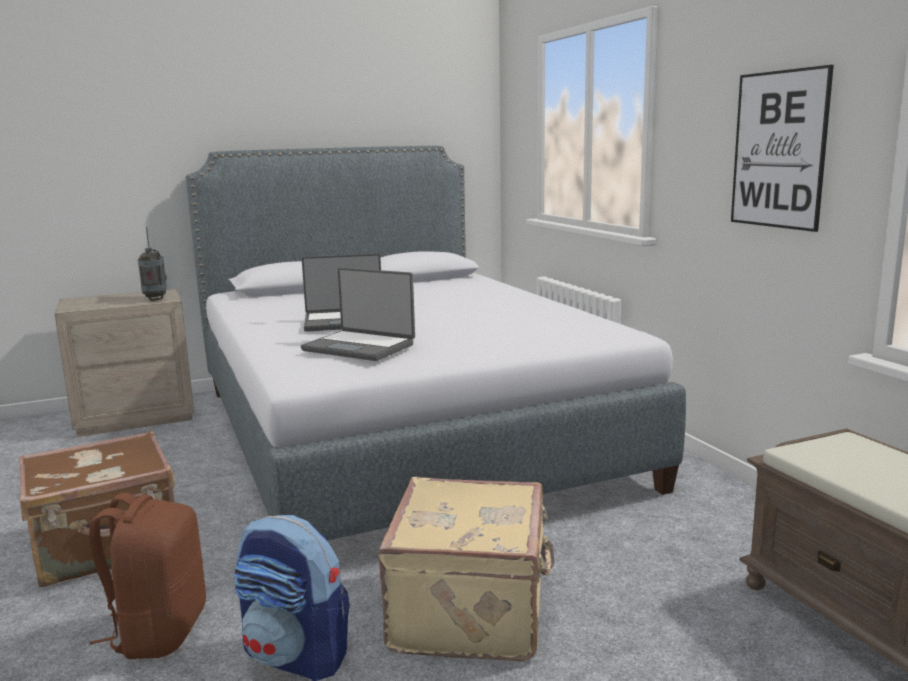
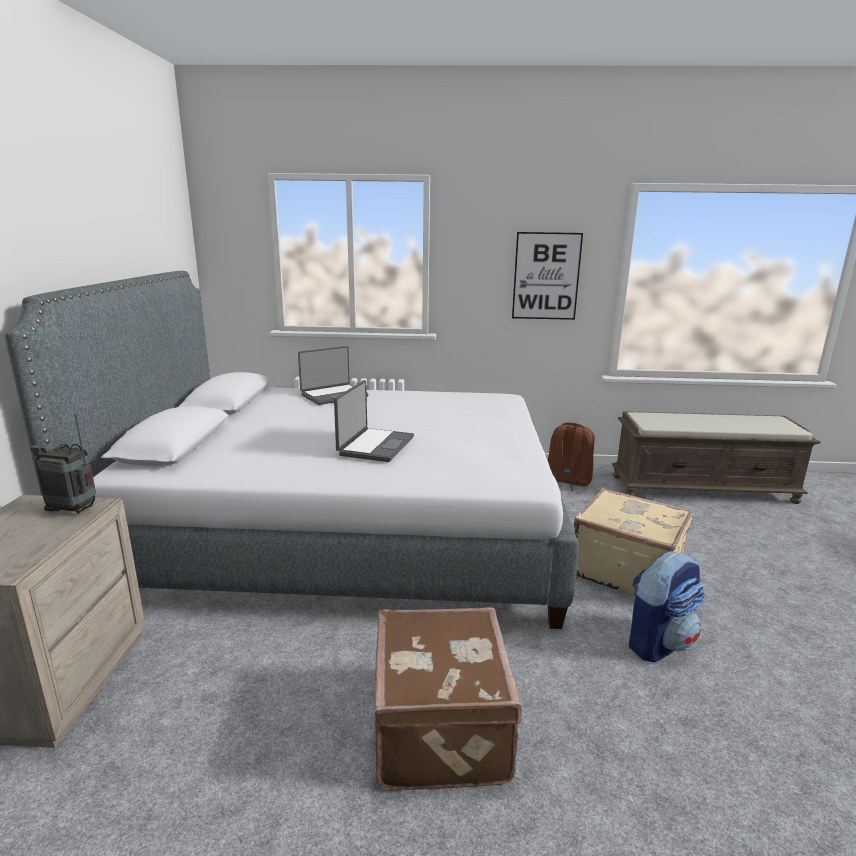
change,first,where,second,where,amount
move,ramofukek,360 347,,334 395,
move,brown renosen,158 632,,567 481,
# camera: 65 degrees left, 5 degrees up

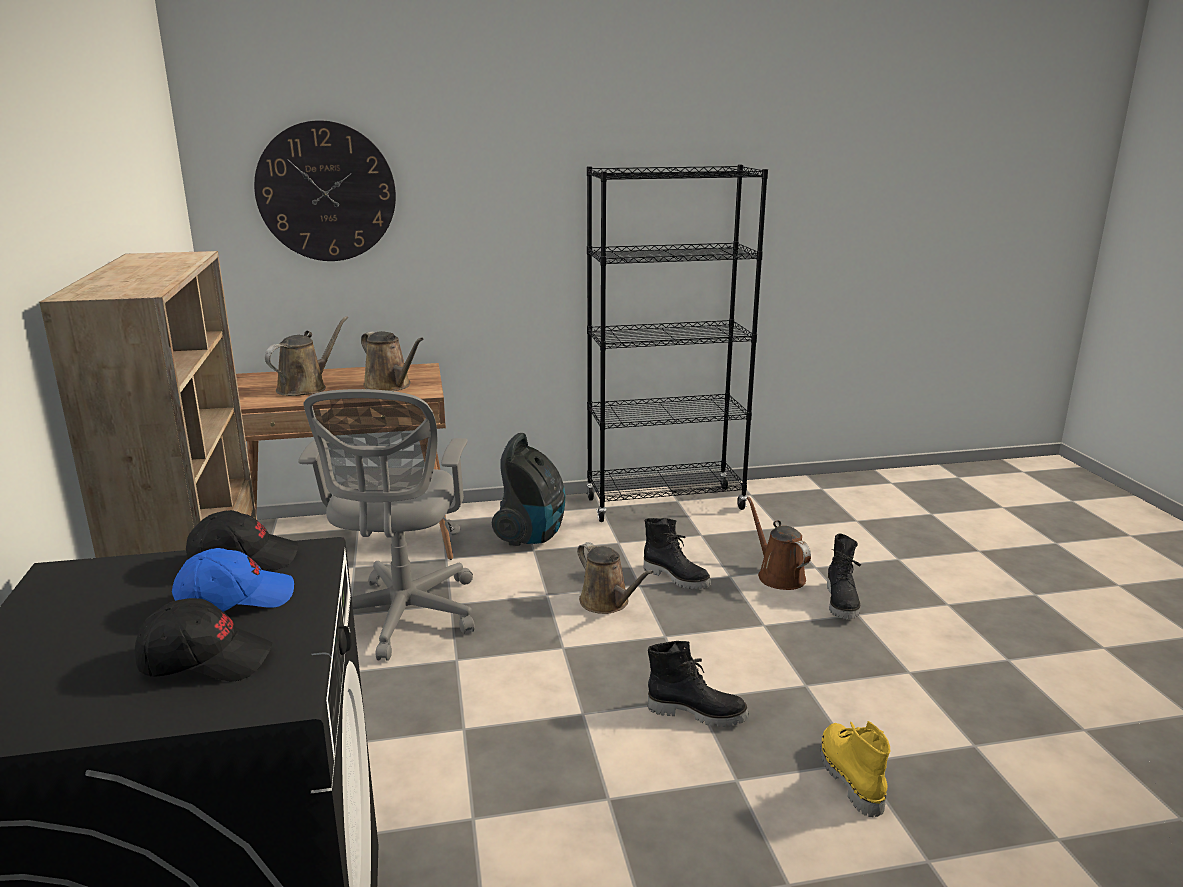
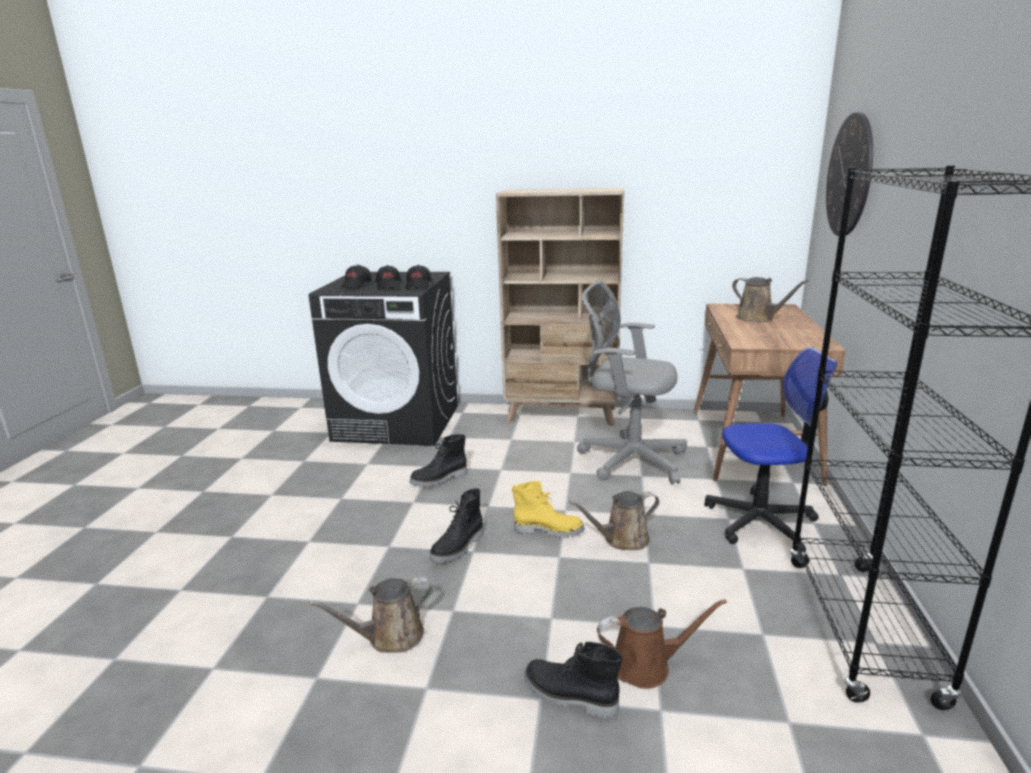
change,first,where,second,where,amount
move,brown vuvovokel,390 386,,390 637,
replace,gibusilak,532 535,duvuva,761 522,
move,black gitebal,677 577,,439 480,
recolor,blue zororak,235 600,black zororak,389 286,
move,yellow gitebal,849 777,,548 530,
# camera: 110 degrees right, 0 degrees up

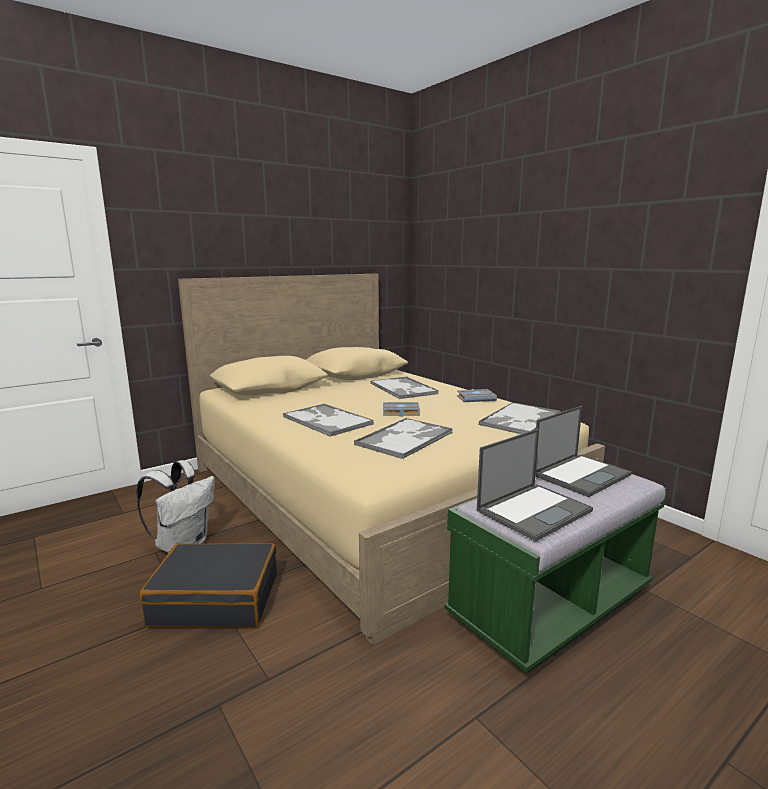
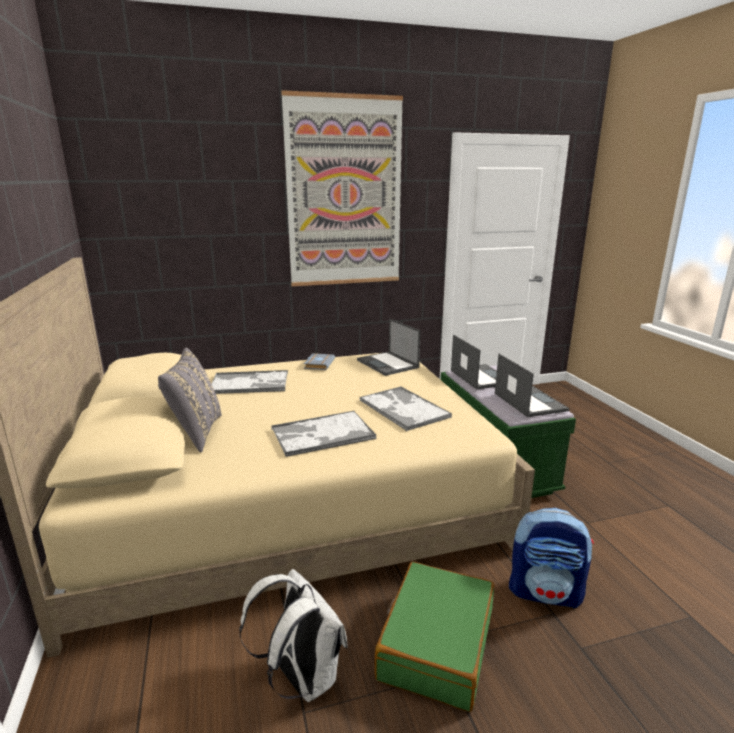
change,first,where,second,where,amount
delete,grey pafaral,400 412,,,
replace,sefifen,520 420,ramofukek,388 364,
recolor,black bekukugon,216 599,green bekukugon,435 644,
insert,,,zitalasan,344 193,
insert,,,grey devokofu,196 433,
insert,,,renosen,545 592,
# camera: 70 degrees left, 5 degrees up

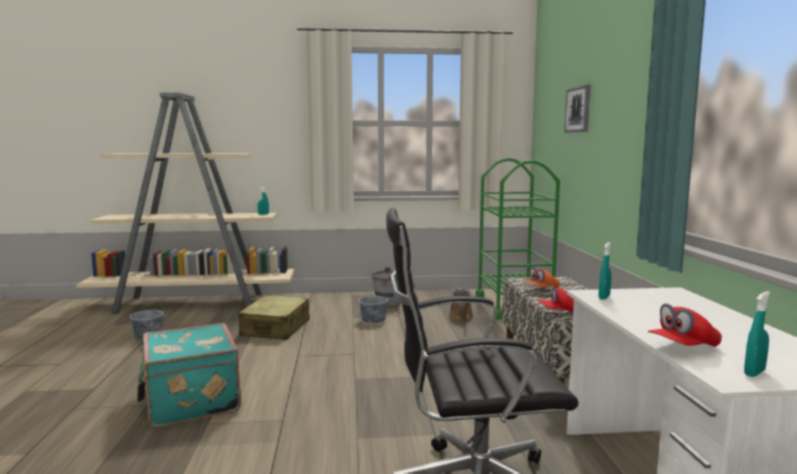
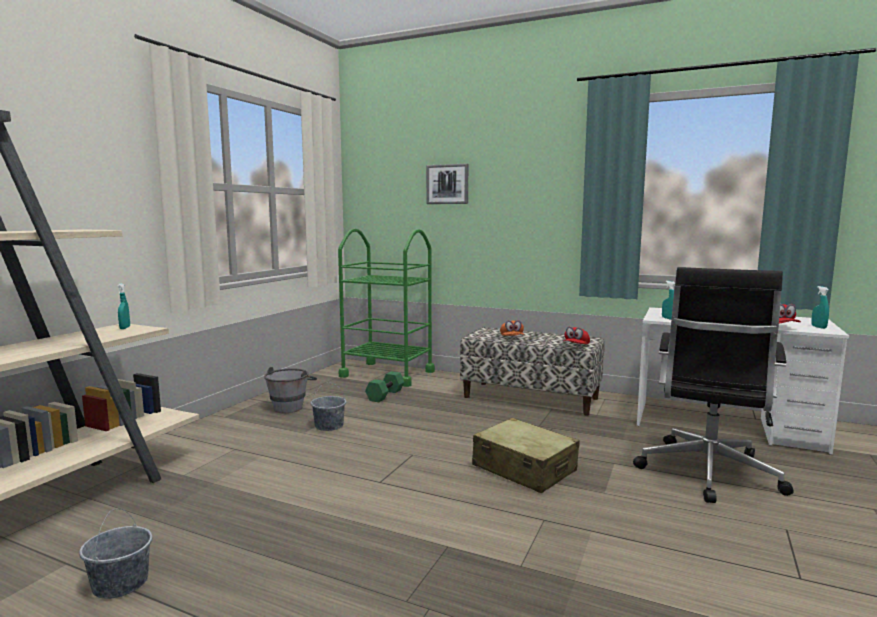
change,first,where,second,where,amount
replace,brown vuvovokel,461 318,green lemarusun,385 395,
move,beige bekukugon,276 328,,524 469,
delete,turquoise bekukugon,190 402,,,
# camera: 60 degrees left, 0 degrees up

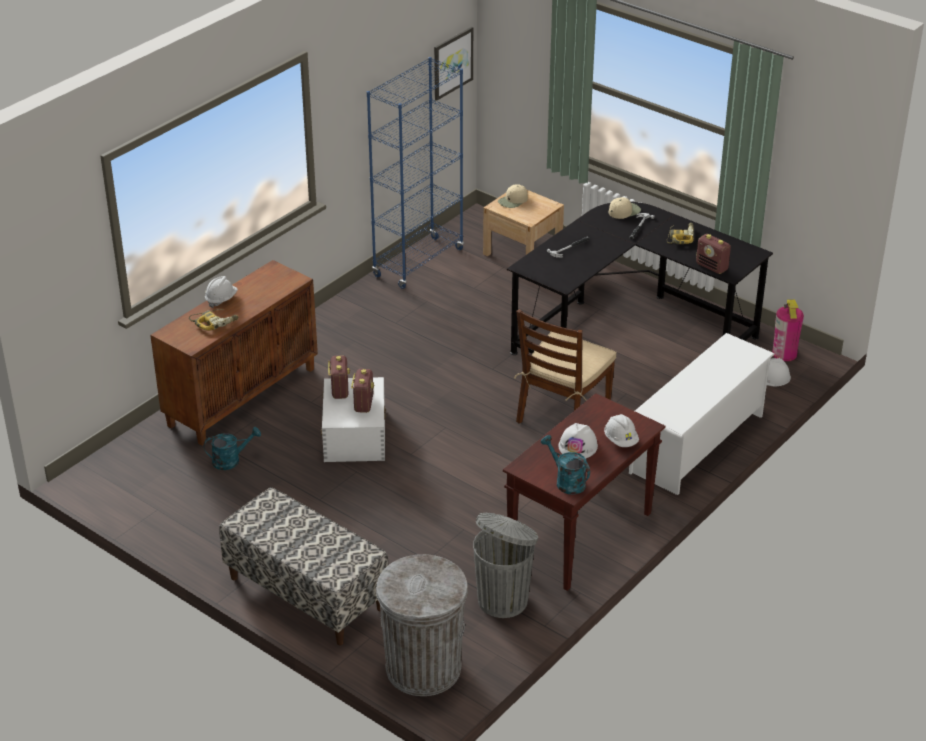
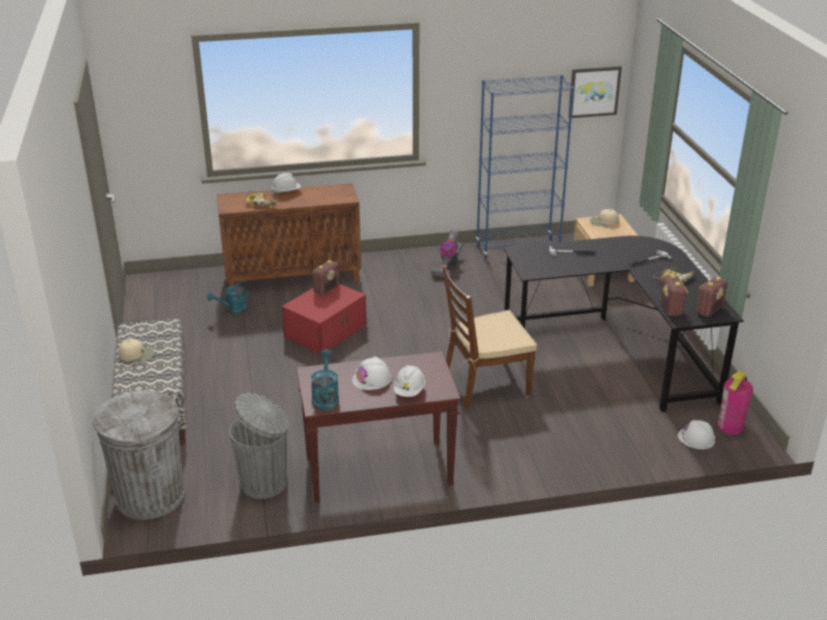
change,first,where,second,where,amount
move,beige zororak,624 211,,137 354,
delete,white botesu,697 444,,,
move,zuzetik,363 403,,709 310,
recolor,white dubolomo,355 435,red dubolomo,326 330,
rotate,turquoise vuvovokel,231 460,,233 310,120 degrees clockwise
insert,,,gibusilak,447 267,
# camera: 40 degrees right, 5 degrees down

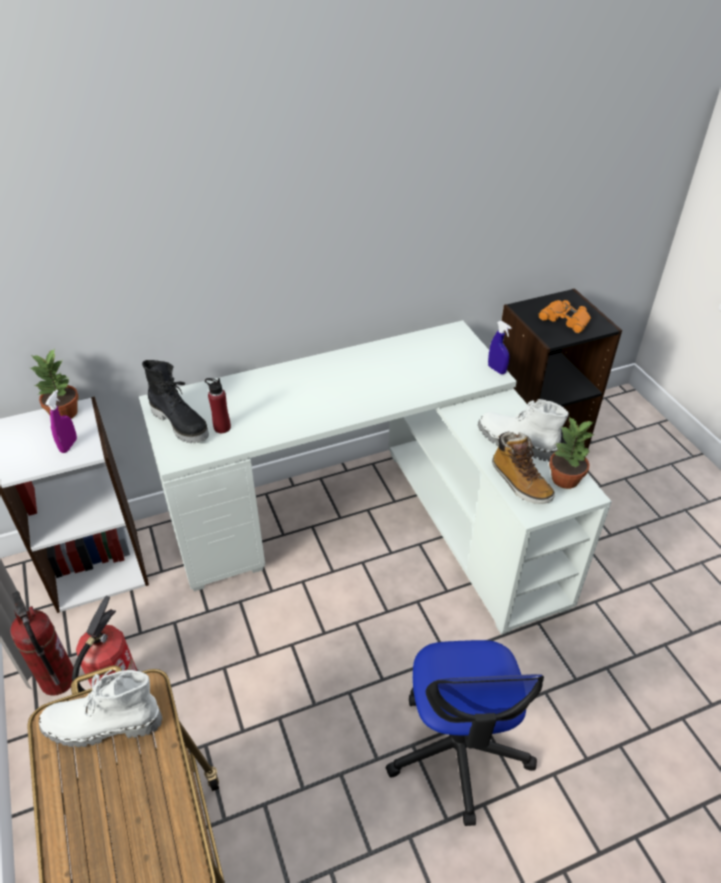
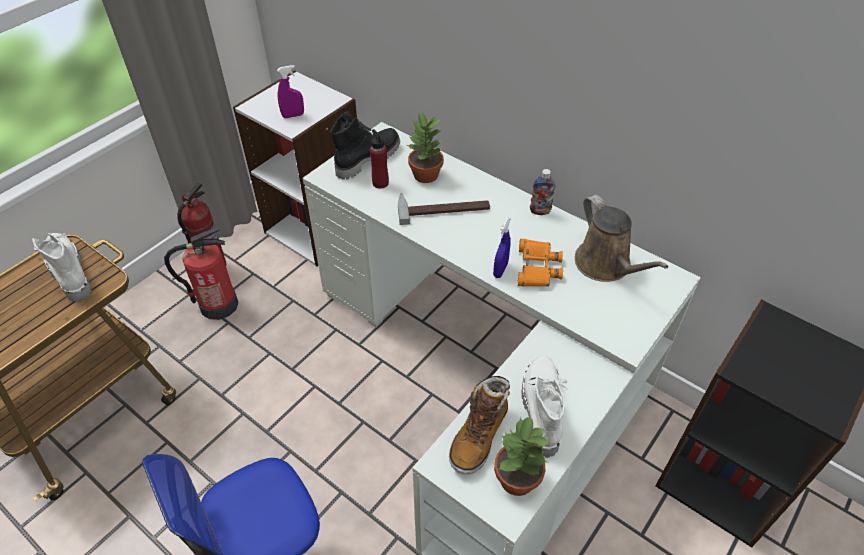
change,first,where,second,where,amount
move,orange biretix,565 320,,537 268,
move,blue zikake,496 369,,500 270,
move,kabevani,65 413,,426 175,
rotate,black gitebal,181 424,,367 159,150 degrees counterclockwise
insert,,,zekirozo,540 211,
insert,,,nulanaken,443 208,
insert,,,brown vuvovokel,605 265,
# camera: 60 degrees right, 5 degrees up

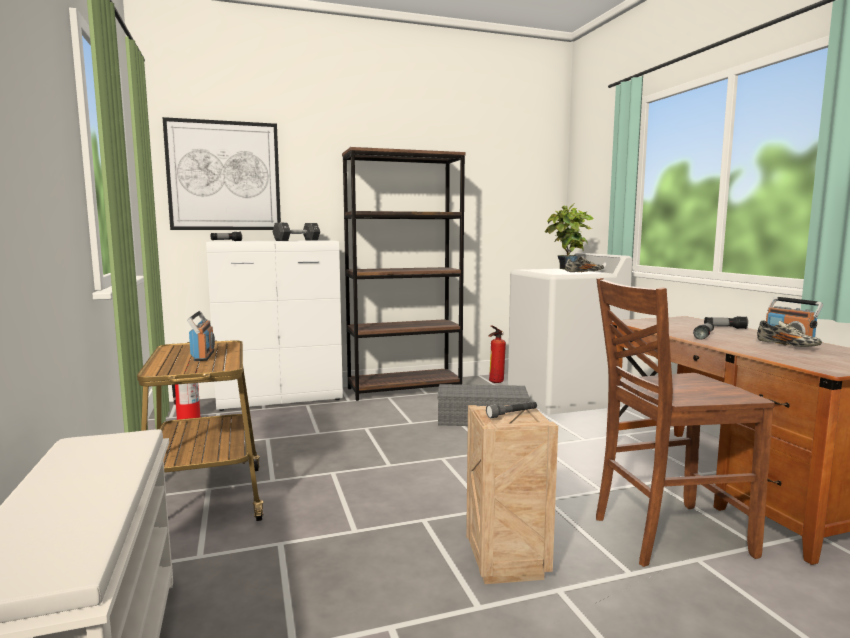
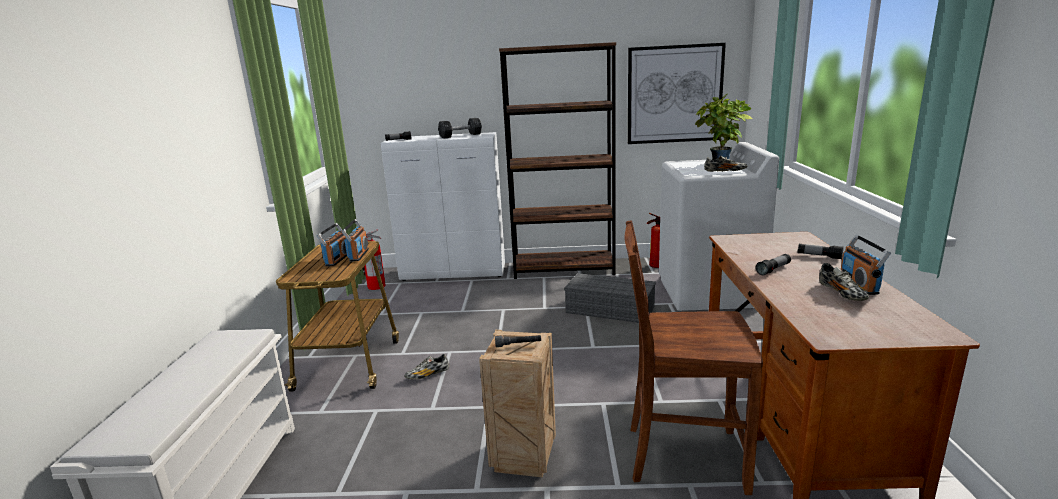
change,first,where,second,where,amount
move,zitalasan,224 176,,674 94,
insert,,,zuzetik,358 255,
insert,,,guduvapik,428 375,
# camera: 20 degrees right, 10 degrees up

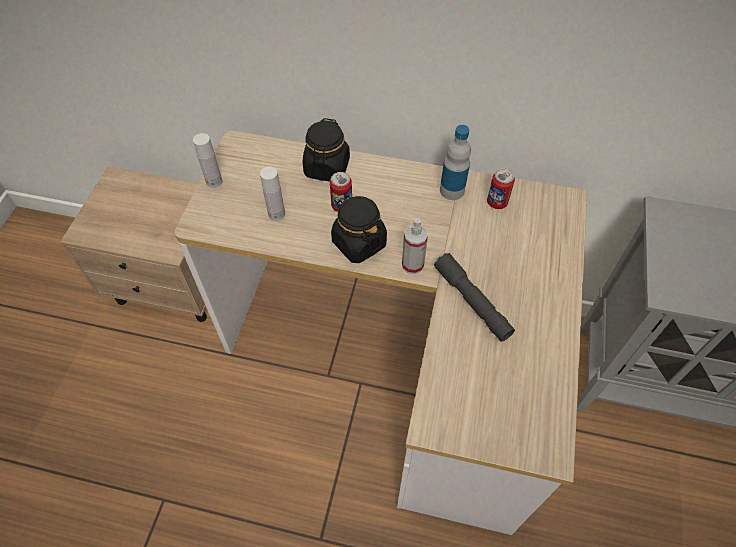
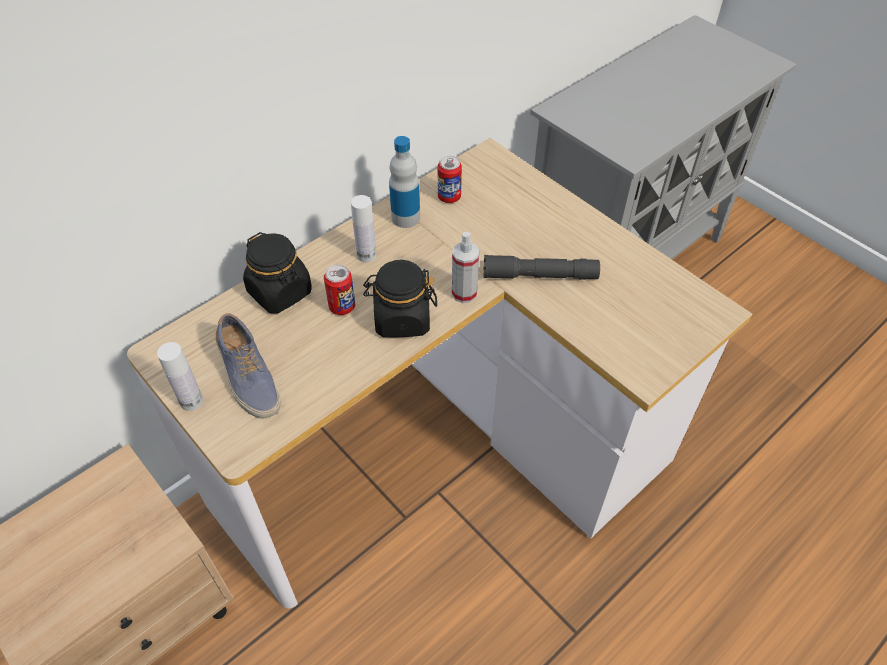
change,first,where,second,where,amount
move,white zekirozo,276 214,,366 255,
insert,,,guduvapik,248 377,
# camera: 55 degrees left, 5 degrees down

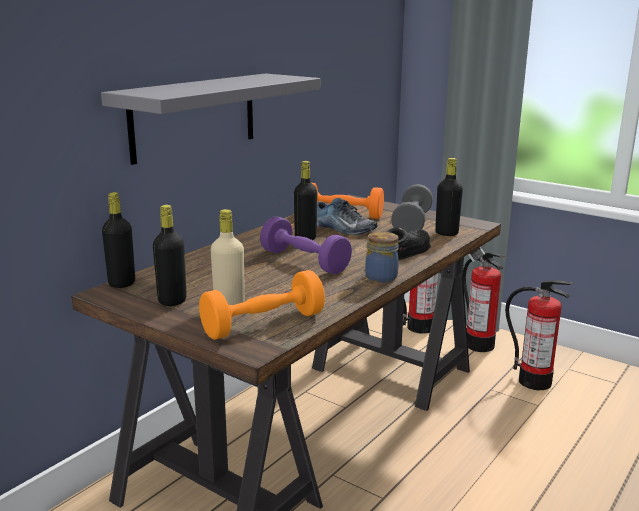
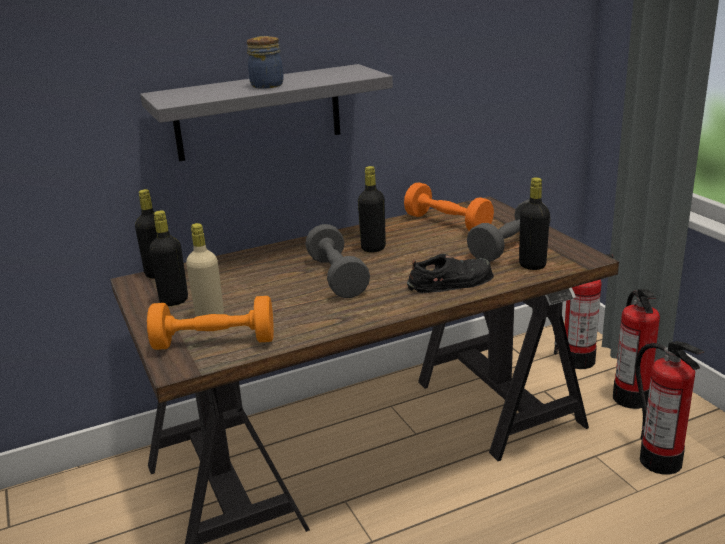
change,first,where,second,where,amount
delete,guduvapik,342 228,,,
recolor,purple lemarusun,304 261,grey lemarusun,337 277,
move,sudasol,381 277,,268 85,
# camera: 30 degrees right, 5 degrees up

